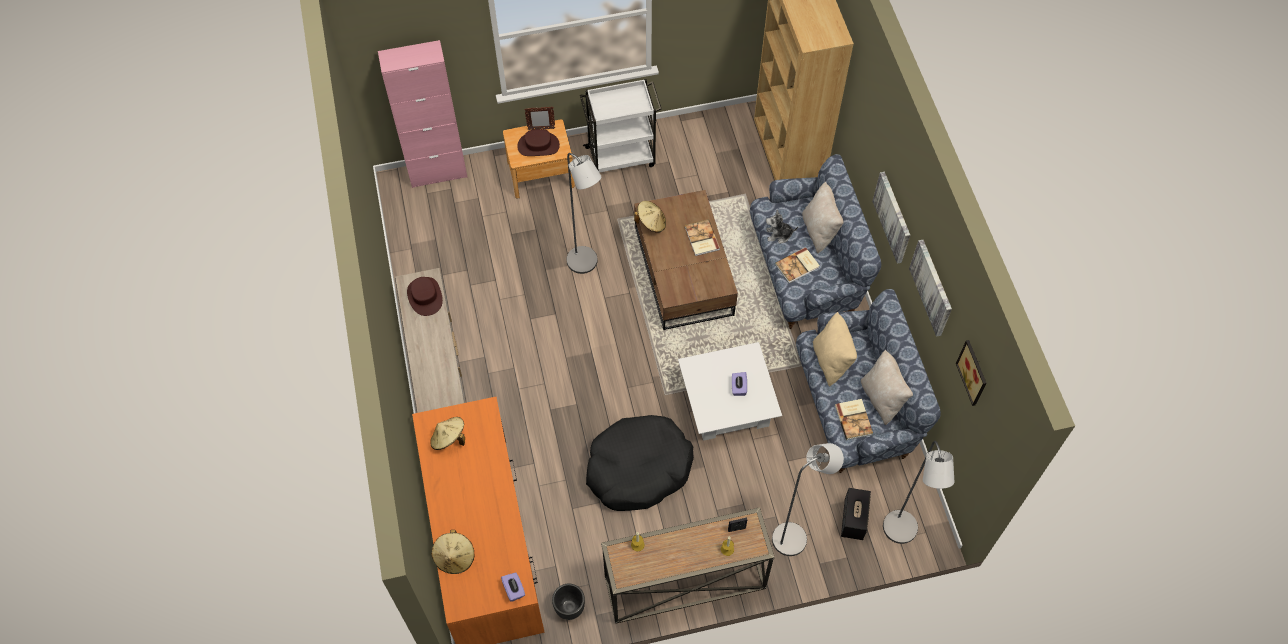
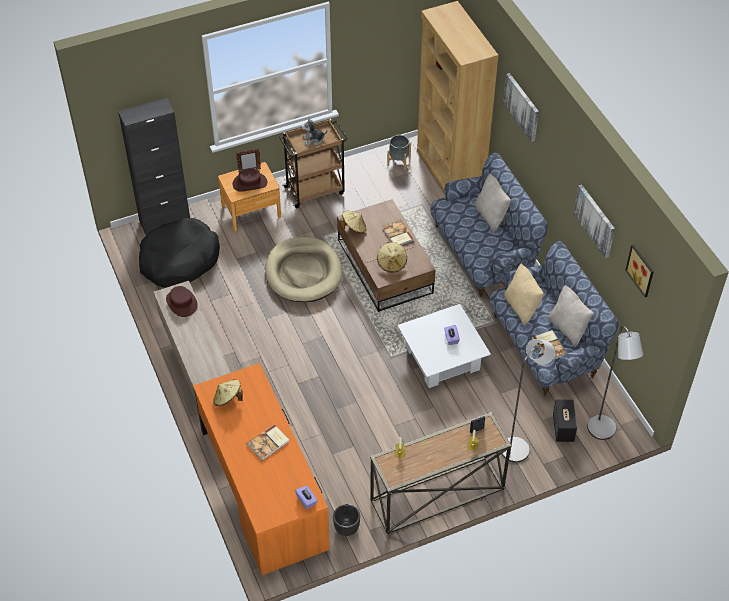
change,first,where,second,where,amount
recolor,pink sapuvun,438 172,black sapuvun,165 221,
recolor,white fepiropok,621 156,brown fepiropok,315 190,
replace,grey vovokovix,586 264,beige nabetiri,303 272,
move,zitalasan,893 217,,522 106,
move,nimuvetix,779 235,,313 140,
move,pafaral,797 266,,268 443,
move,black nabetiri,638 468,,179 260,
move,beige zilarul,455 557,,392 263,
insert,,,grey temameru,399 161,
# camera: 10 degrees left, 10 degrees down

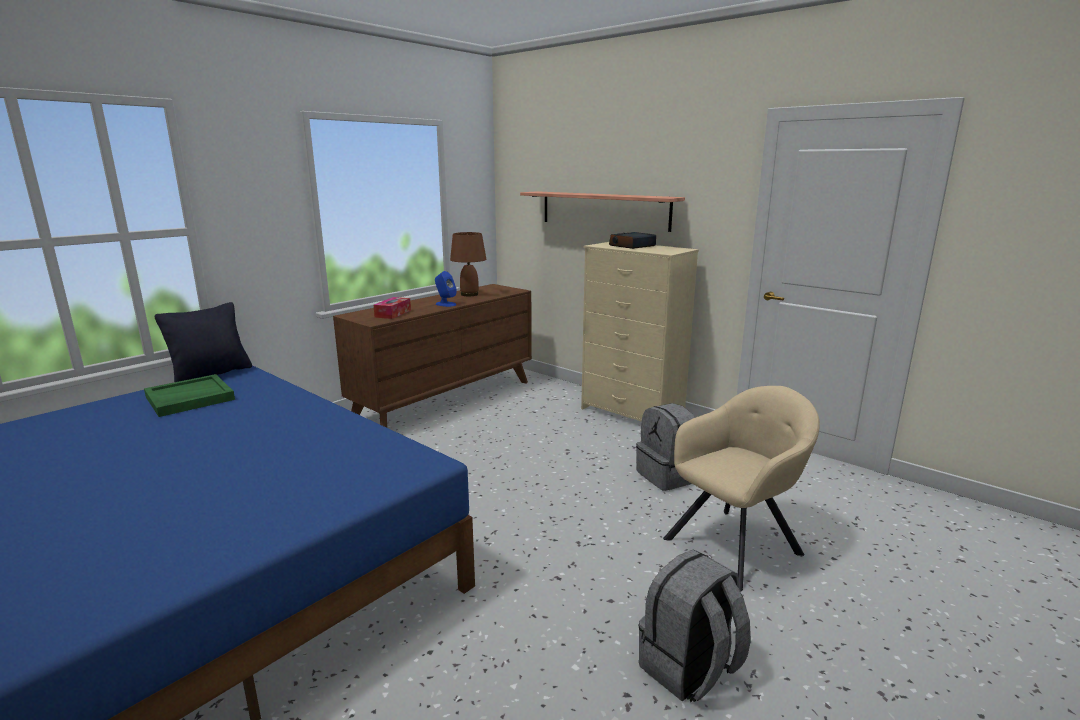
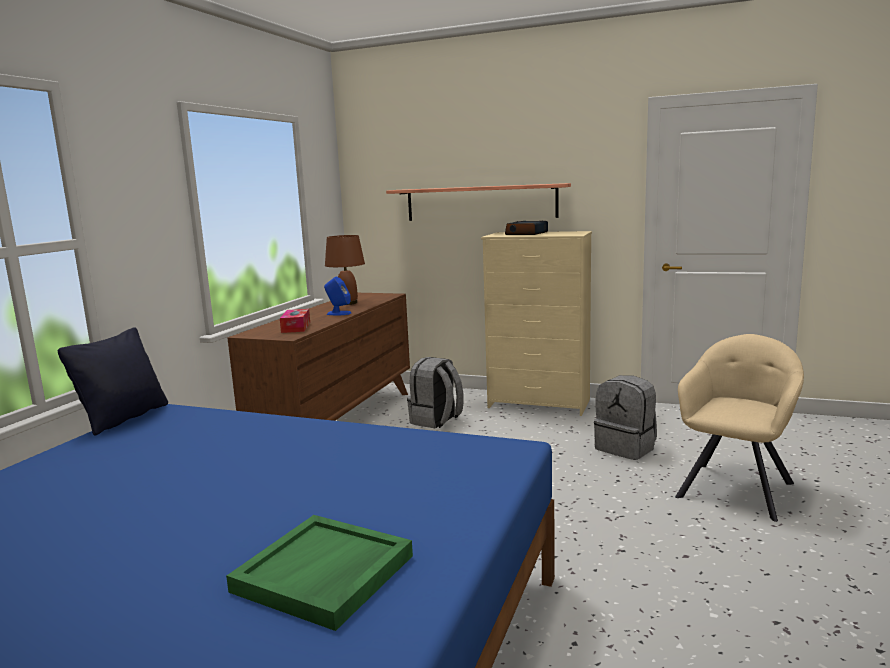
change,first,where,second,where,amount
move,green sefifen,189 398,,324 574,
move,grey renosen,689 669,,436 420,
# camera: 20 degrees left, 5 degrees down

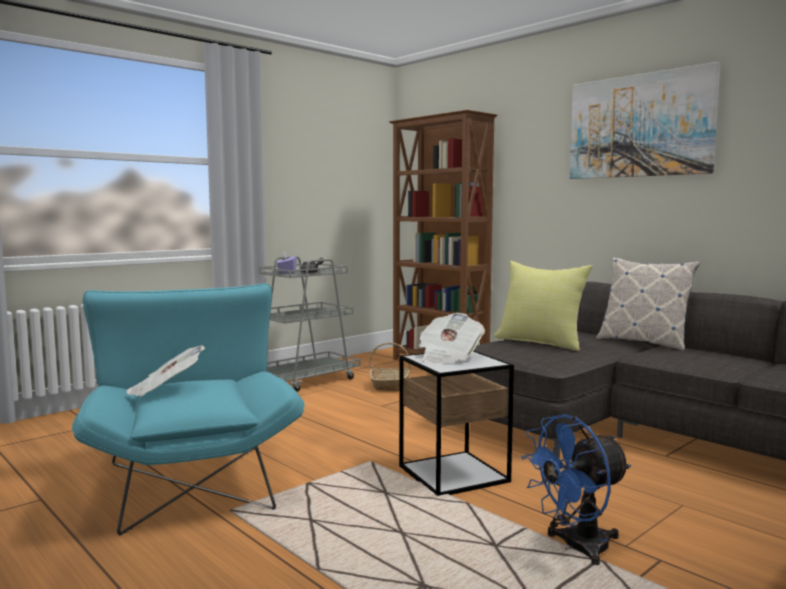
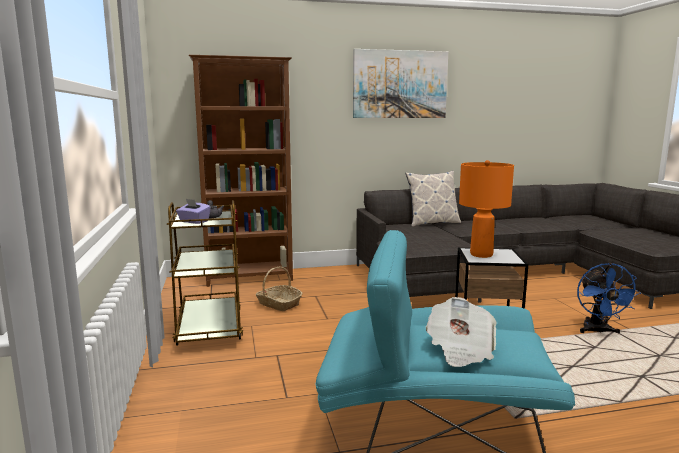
change,first,where,second,where,amount
recolor,grey fepiropok,306 380,brown fepiropok,209 328,
delete,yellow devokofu,541 342,,,
replace,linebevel,448 357,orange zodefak,481 254,
# camera: 60 degrees left, 5 degrees up

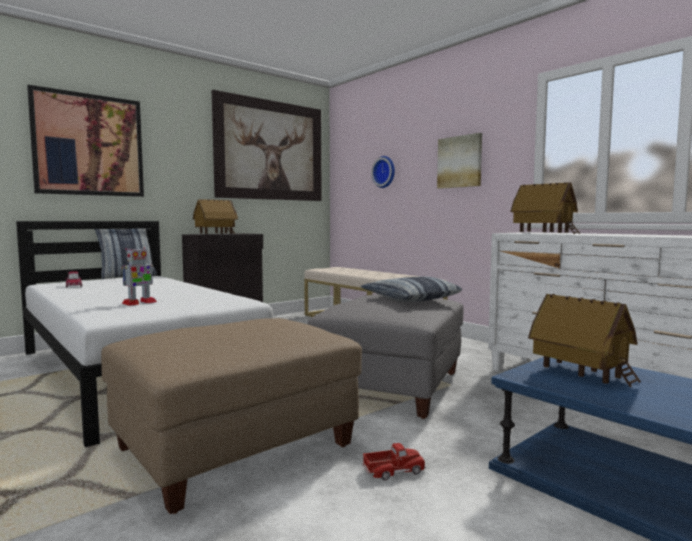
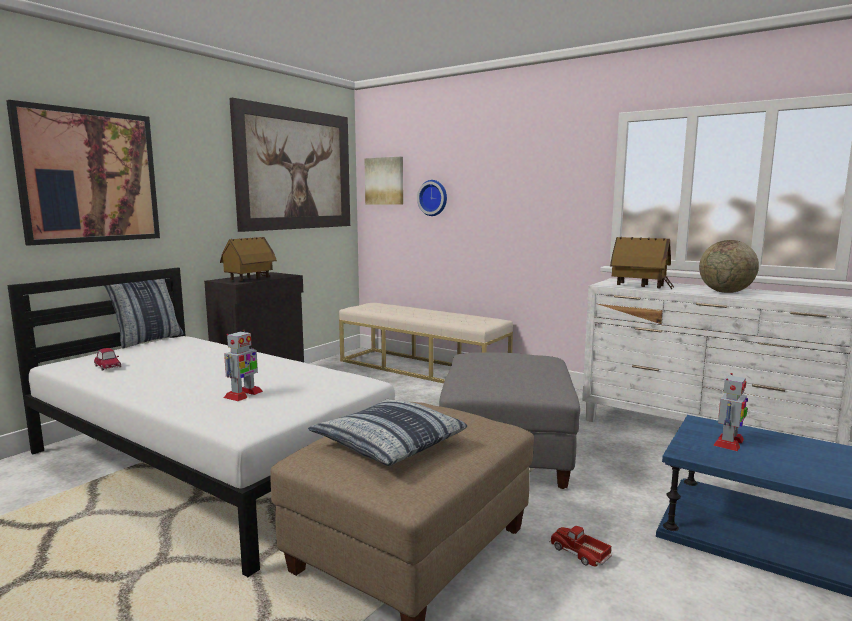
change,first,where,second,where,amount
move,zitalasan,460 162,,384 181,
move,devokofu,410 298,,388 443,
replace,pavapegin,580 373,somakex,729 442,
rotate,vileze,394 471,,579 553,105 degrees counterclockwise
insert,,,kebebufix,725 292,
# camera: 15 degrees left, 5 degrees up

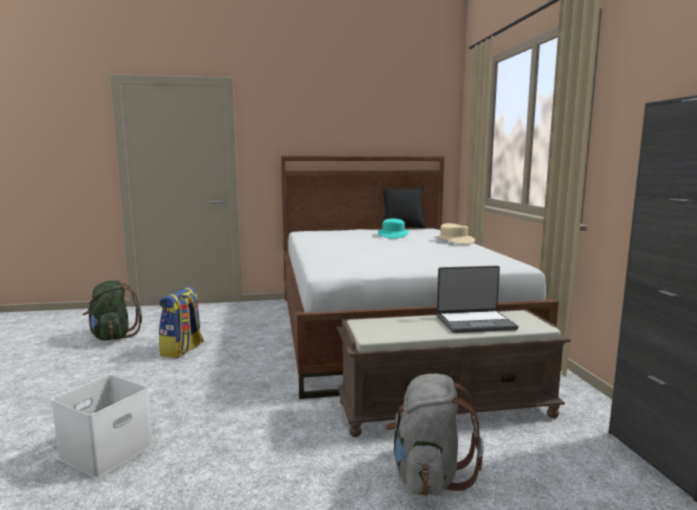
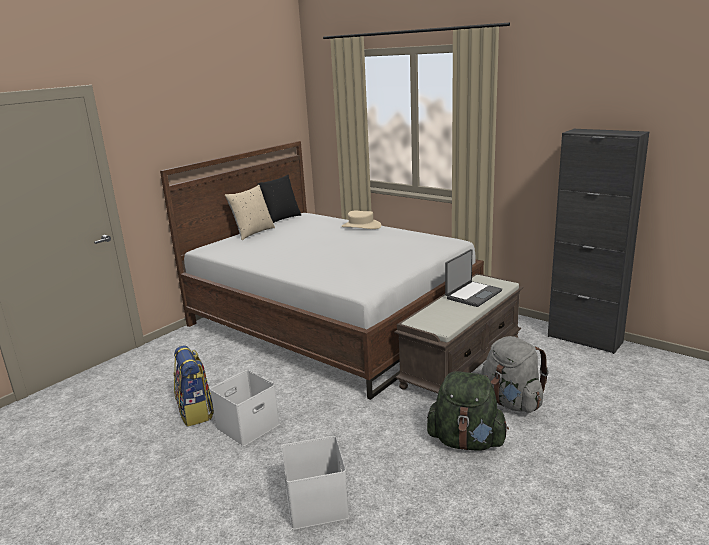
change,first,where,second,where,amount
delete,turquoise zilarul,393 235,,,
move,green renosen,113 337,,466 442,
insert,,,beige devokofu,253 233,
insert,,,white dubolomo,248 425,
# camera: 40 degrees left, 10 degrees up

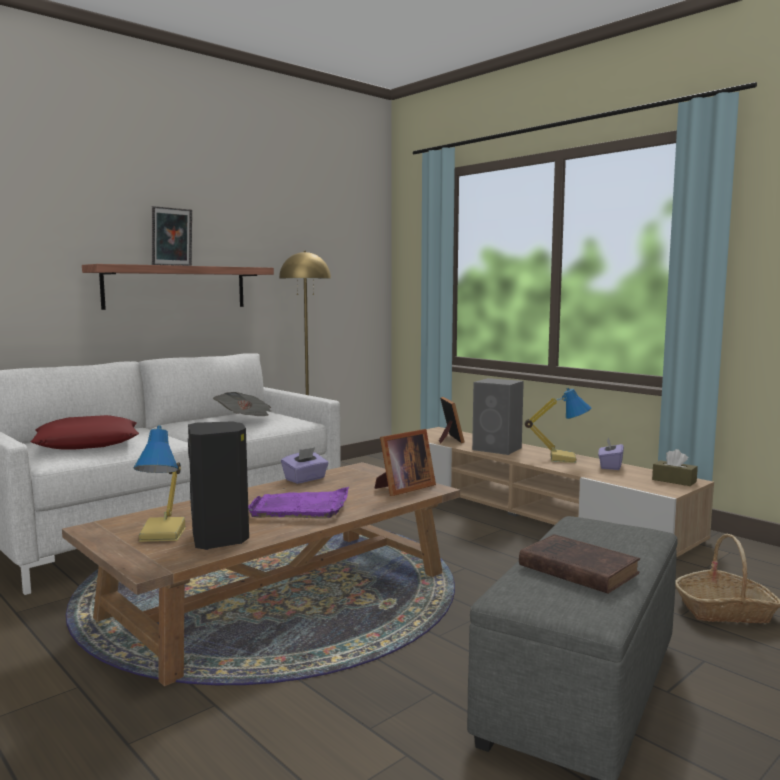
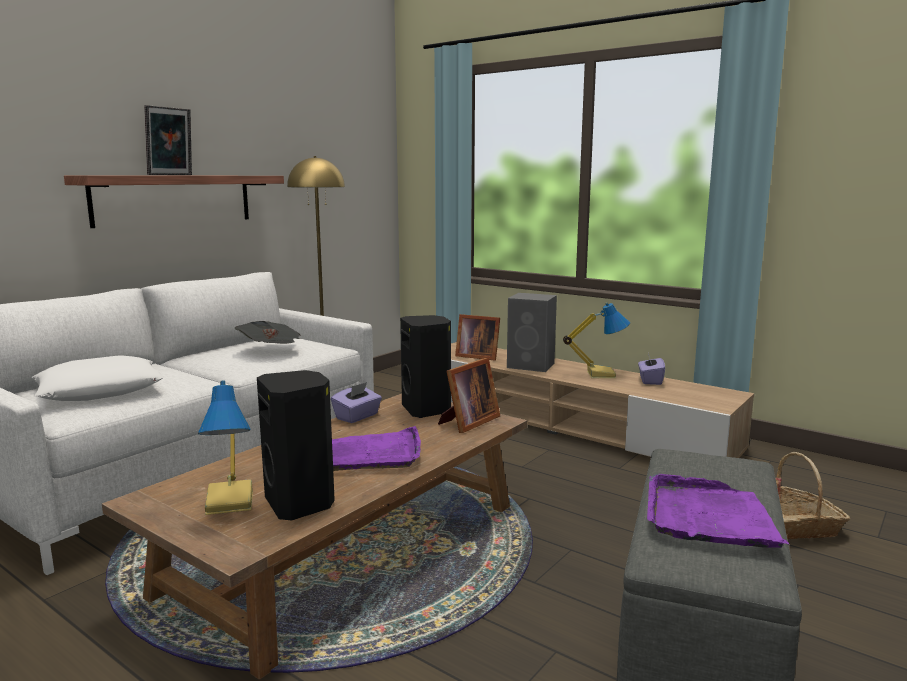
change,first,where,second,where,amount
rotate,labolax,448 439,,476 356,135 degrees clockwise
recolor,red devokofu,87 443,white devokofu,100 390,
delete,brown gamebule,674 481,,,
replace,brown pafaral,575 569,purple sefifen,708 517,
insert,,,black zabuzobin,427 410,
# camera: 10 degrees left, 5 degrees up

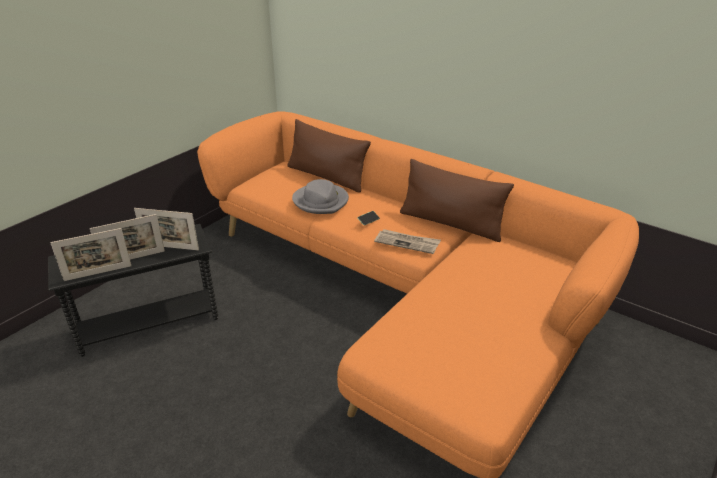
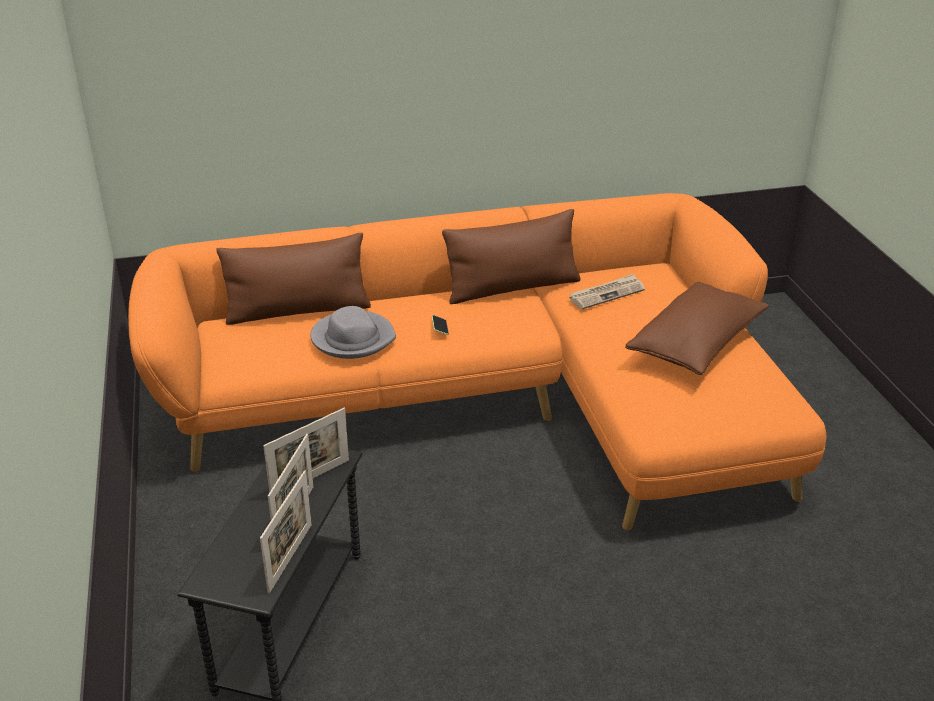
change,first,where,second,where,amount
move,linebevel,407 243,,606 294,
insert,,,brown devokofu,696 345,
# camera: 50 degrees left, 0 degrees up

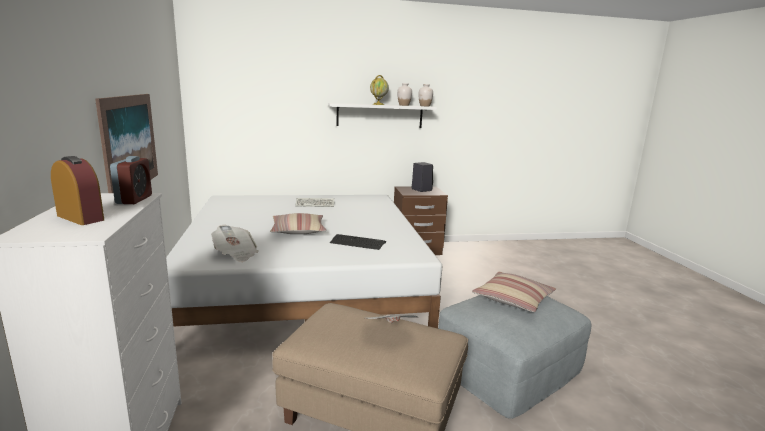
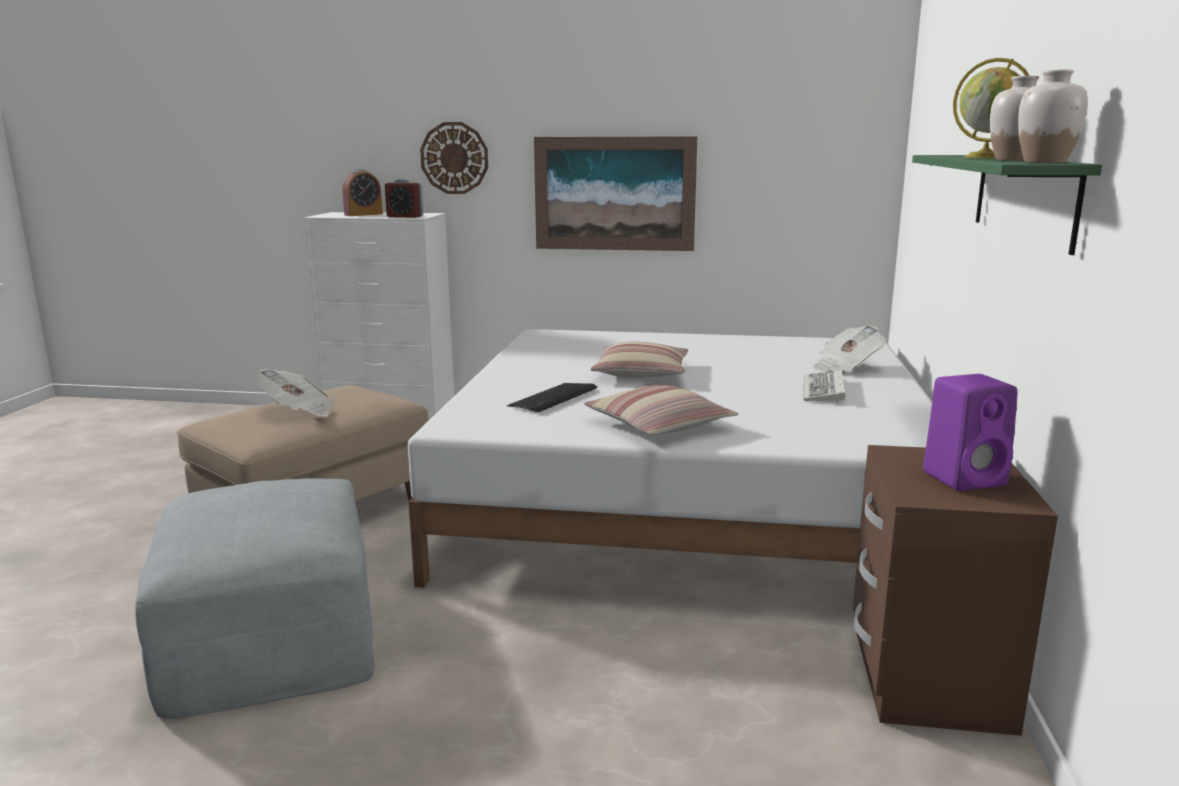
change,first,where,second,where,amount
recolor,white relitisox,380 115,green relitisox,1023 197,
recolor,black zabuzobin,421 189,purple zabuzobin,965 478,
move,linebevel,235 254,,846 367,
move,devokofu,513 299,,659 425,
insert,,,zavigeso,454 158,
# camera: 110 degrees right, 0 degrees up

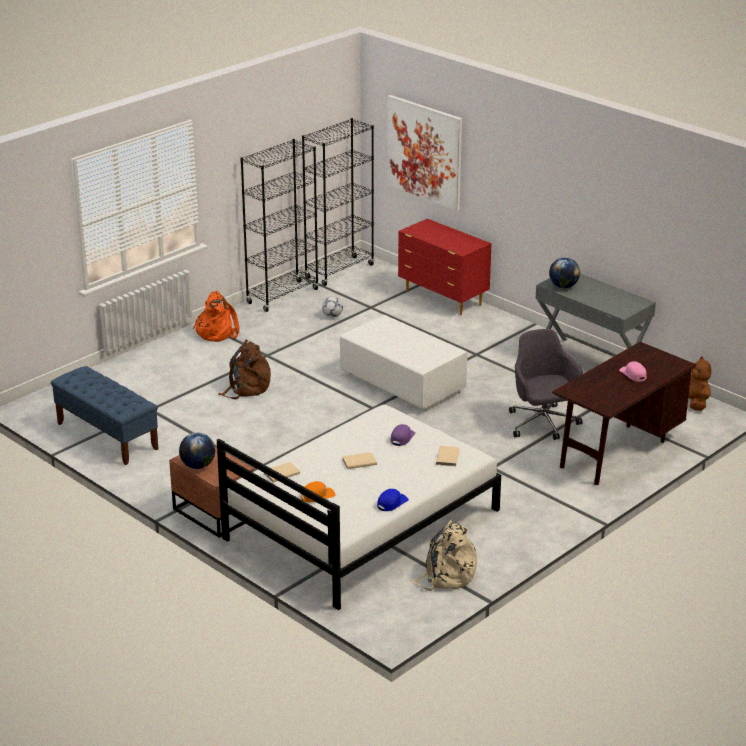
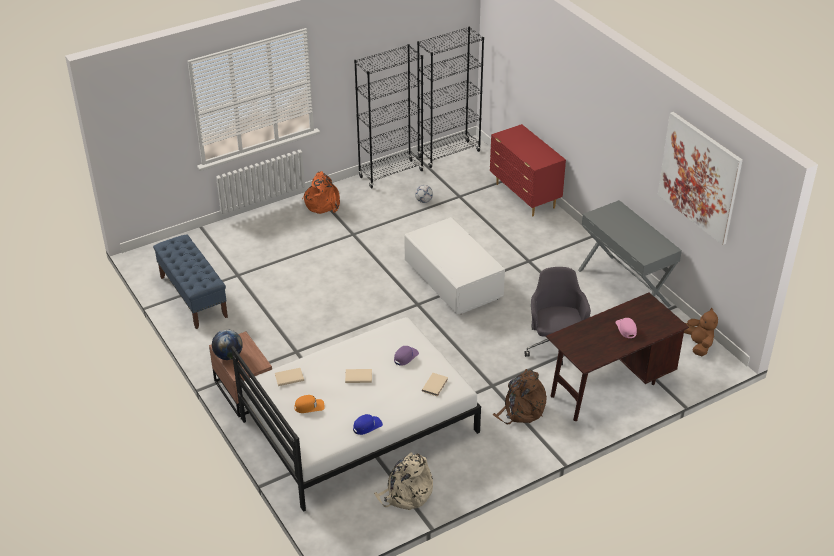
change,first,where,second,where,amount
move,zitalasan,425 152,,699 177,
delete,kebebufix,563 286,,,
move,brown renosen,246 388,,521 410,
# camera: 15 degrees right, 10 degrees up

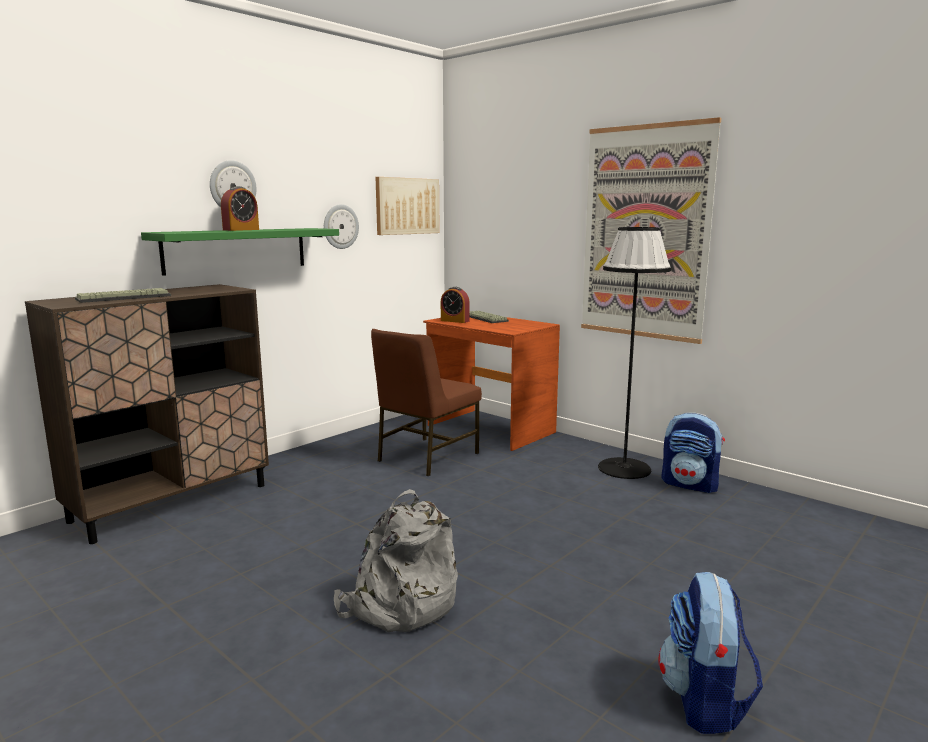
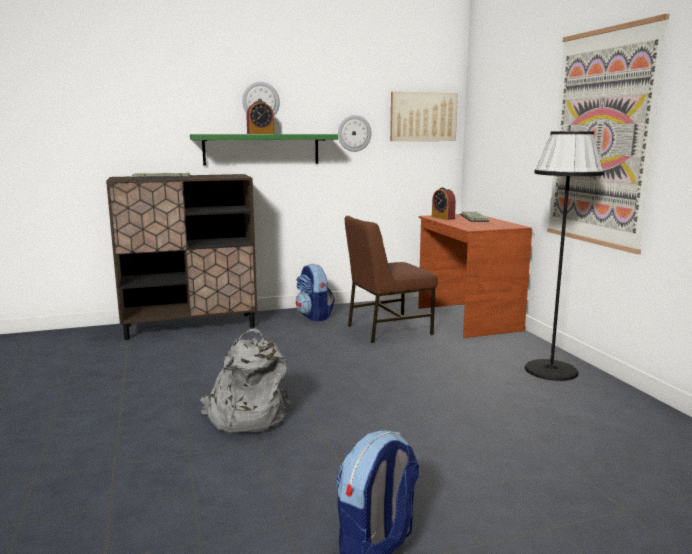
change,first,where,second,where,amount
move,renosen,690 485,,314 316,
# camera: 30 degrees right, 0 degrees up

